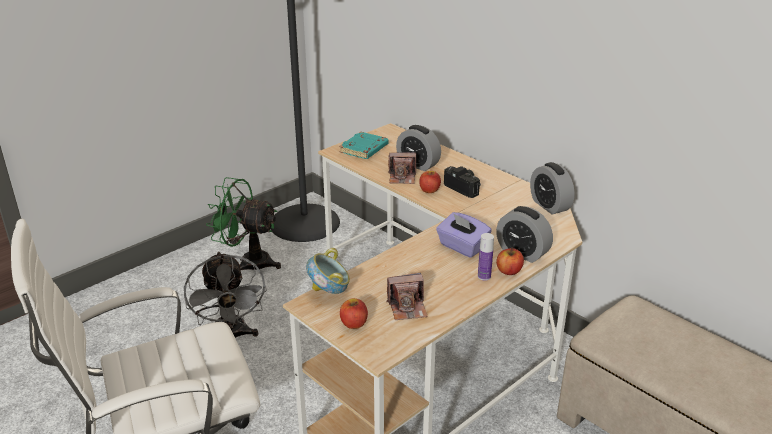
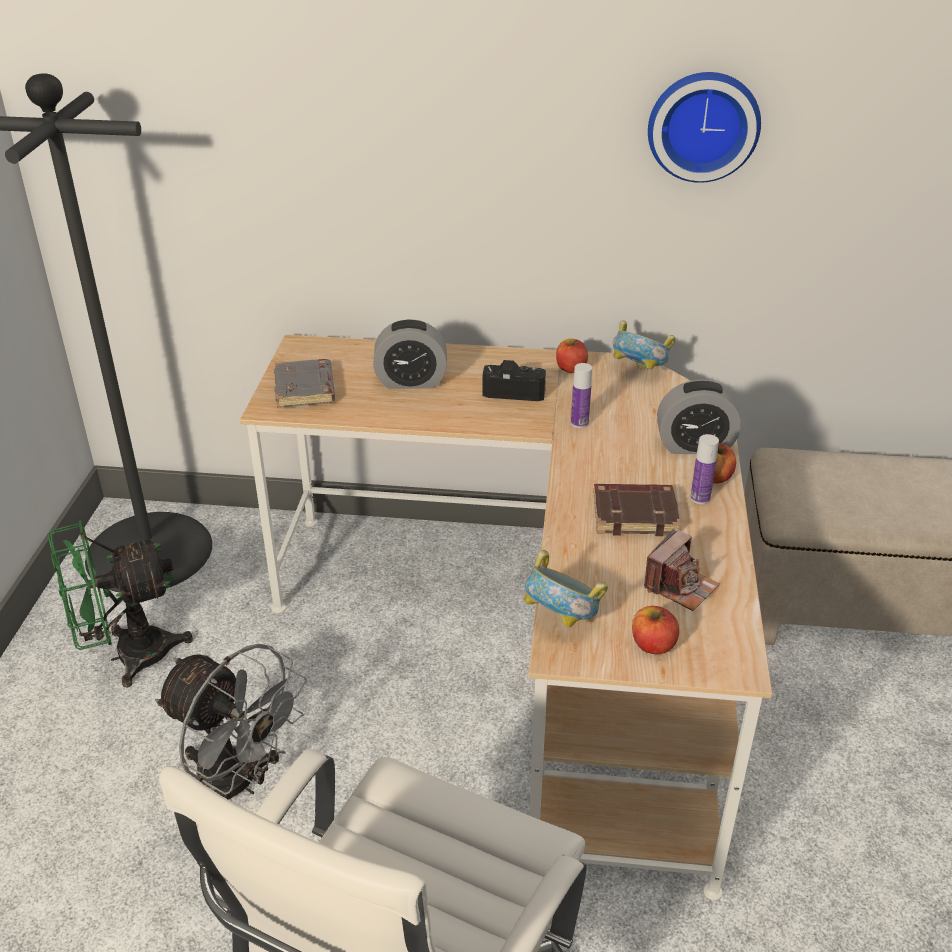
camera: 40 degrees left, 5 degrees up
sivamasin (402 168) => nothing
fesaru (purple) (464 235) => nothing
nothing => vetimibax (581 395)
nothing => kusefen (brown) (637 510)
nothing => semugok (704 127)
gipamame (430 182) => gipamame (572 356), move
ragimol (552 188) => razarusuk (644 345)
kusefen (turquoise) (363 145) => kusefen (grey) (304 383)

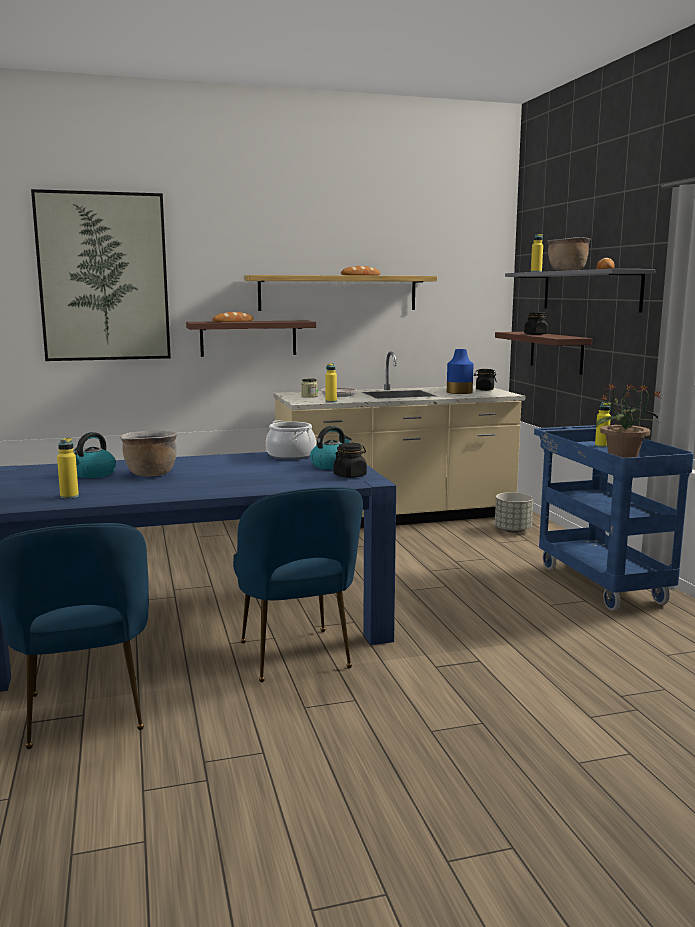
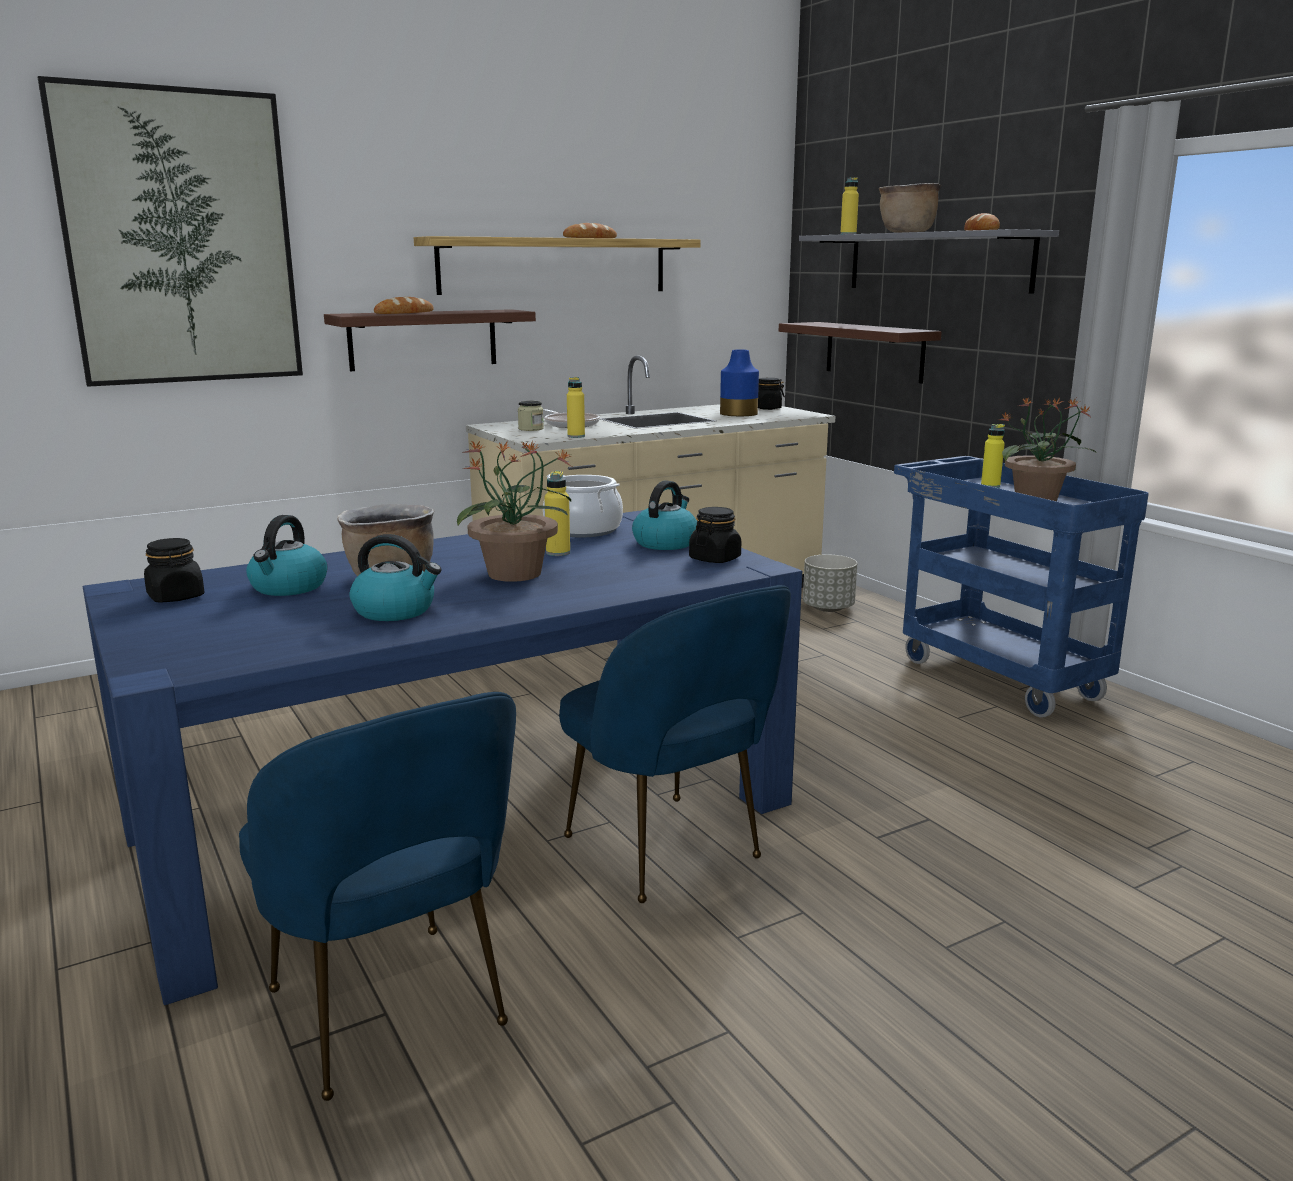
camera: 15 degrees left, 5 degrees up
nothing => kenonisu (395 577)
nothing => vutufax (514 511)
vetimibax (yellow) (68 468) => vetimibax (yellow) (557 513), move
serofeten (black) (536 323) => serofeten (black) (174 570), move

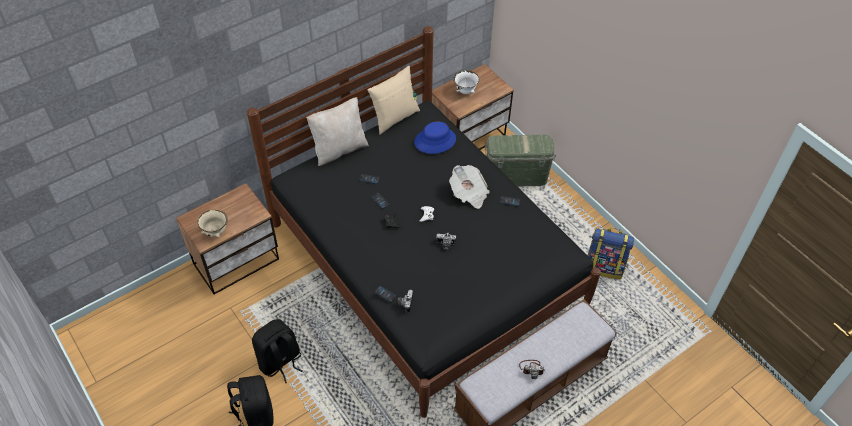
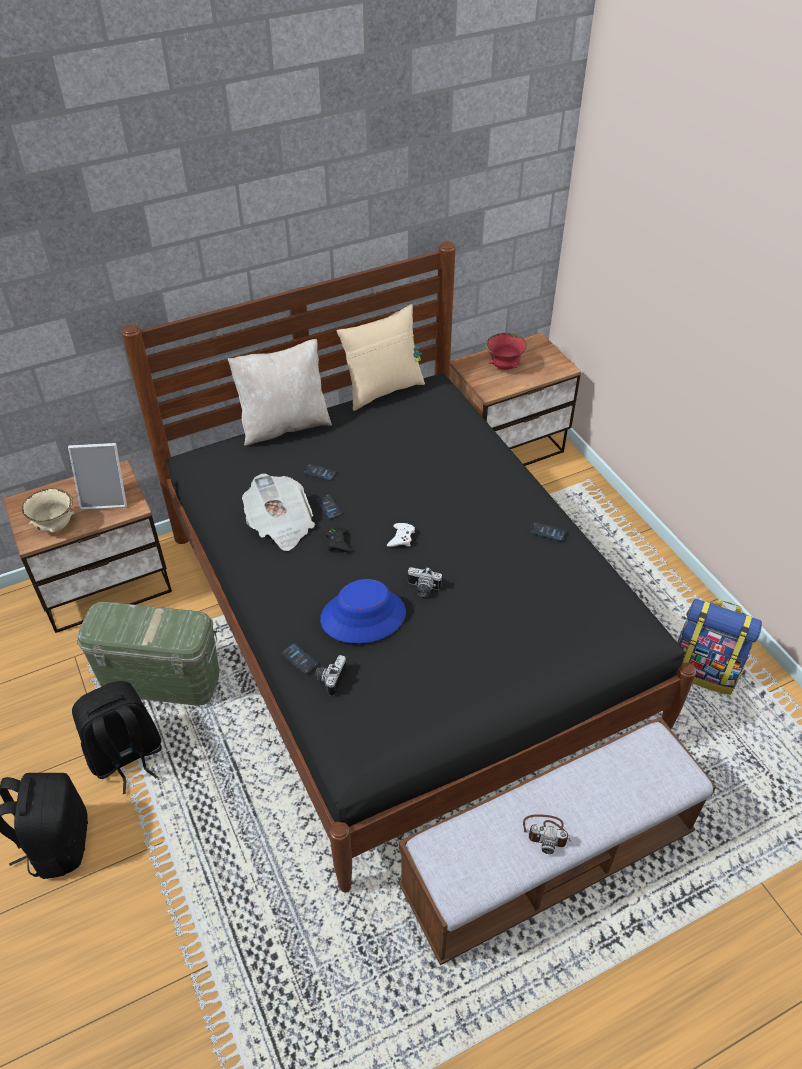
camera: 10 degrees right, 5 degrees down
nothing => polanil (97 476)
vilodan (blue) (435 138) => vilodan (blue) (363 611), move
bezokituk (469 187) => bezokituk (278 512), move
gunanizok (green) (520 160) => gunanizok (green) (148 653), move
razarusuk (white) (466 82) => razarusuk (red) (506 351)

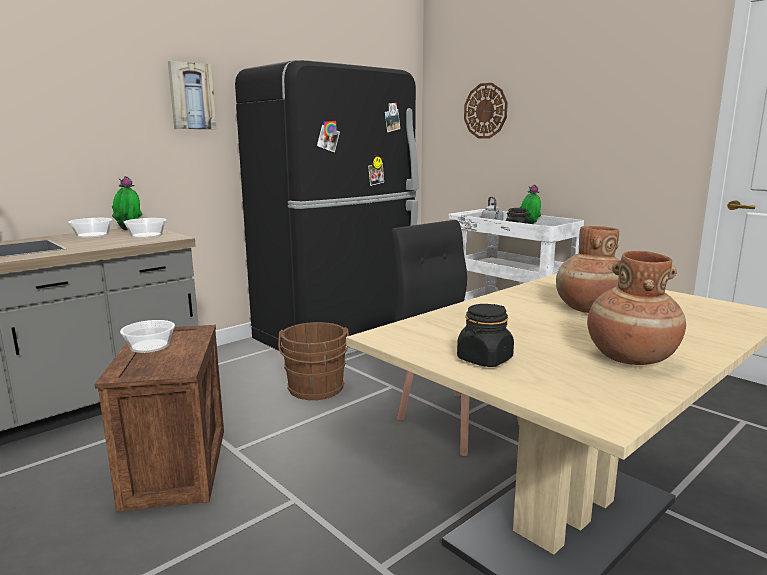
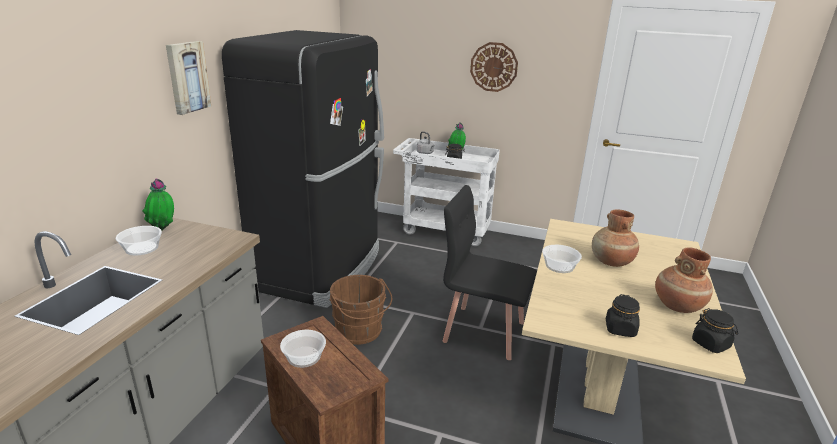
camera: 30 degrees left, 10 degrees up
nothing => serofeten (black) (715 330)
razarusuk (145 228) => razarusuk (562 259), move
semugok (486 110) => semugok (494 67), move

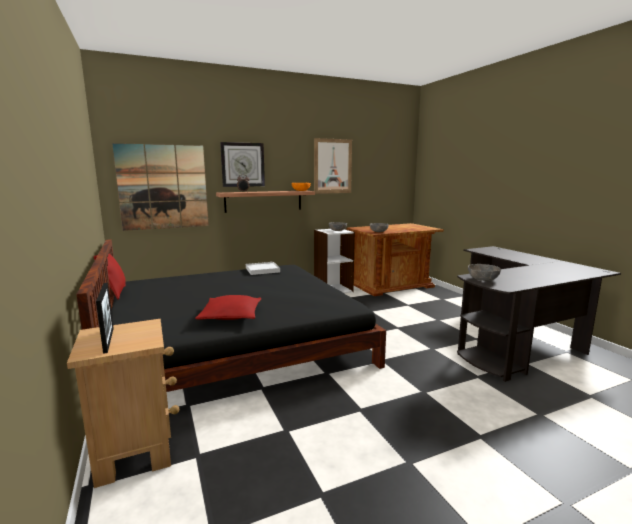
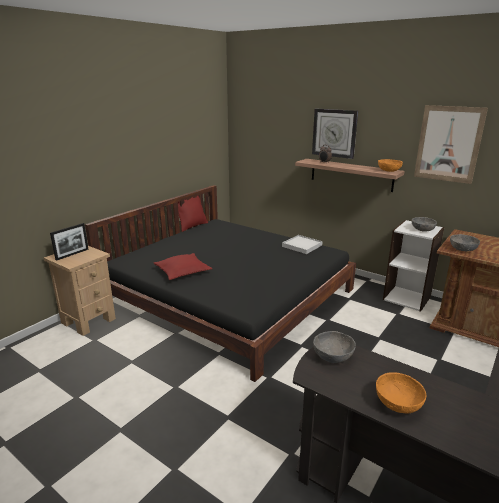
camera: 60 degrees right, 10 degrees up
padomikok (160 187) => nothing
nothing => razarusuk (orange) (401 392)

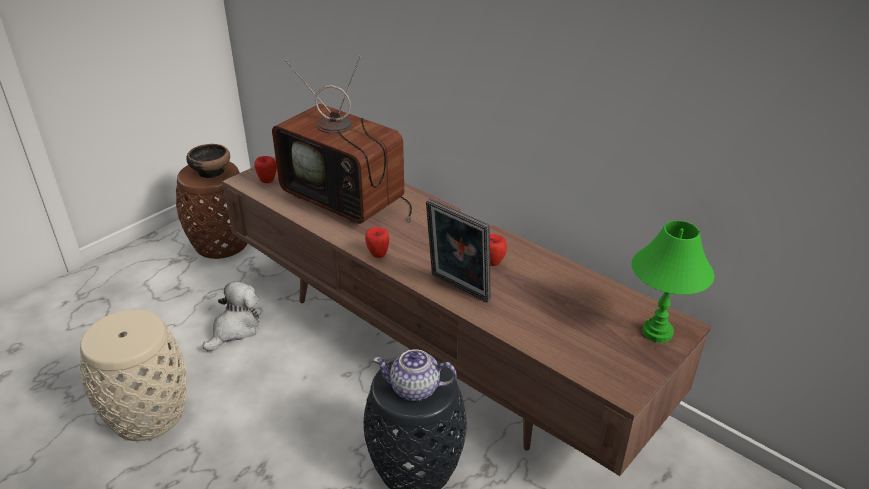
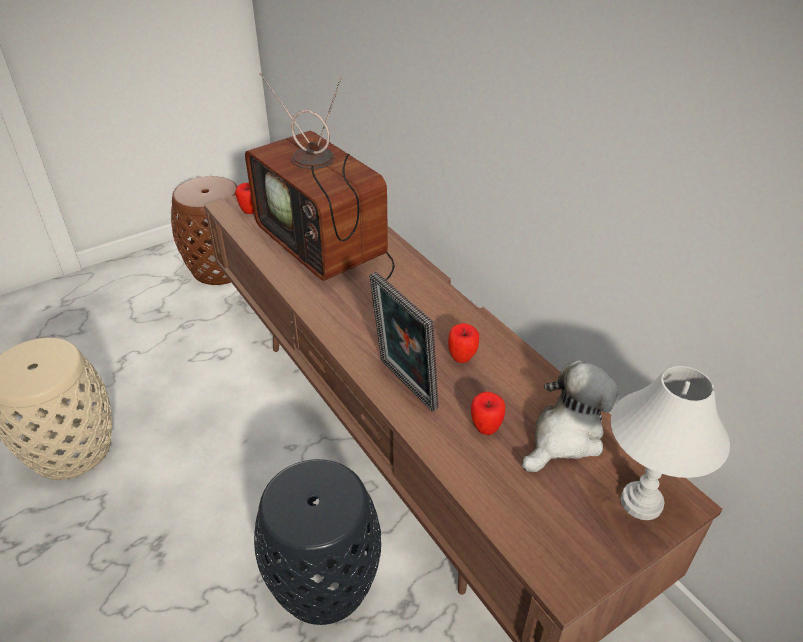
camera: 15 degrees right, 5 degrees up
razarusuk (208 161) => nothing
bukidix (415 375) => nothing
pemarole (231 316) => pemarole (570 416), move
gipamame (377 242) => gipamame (488 413), move
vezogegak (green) (673 282) => vezogegak (white) (670 443)

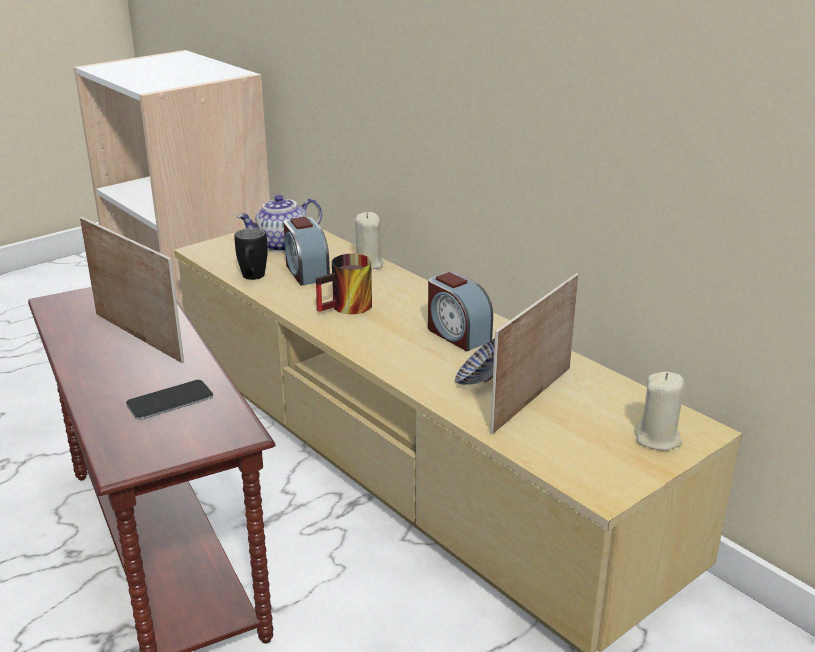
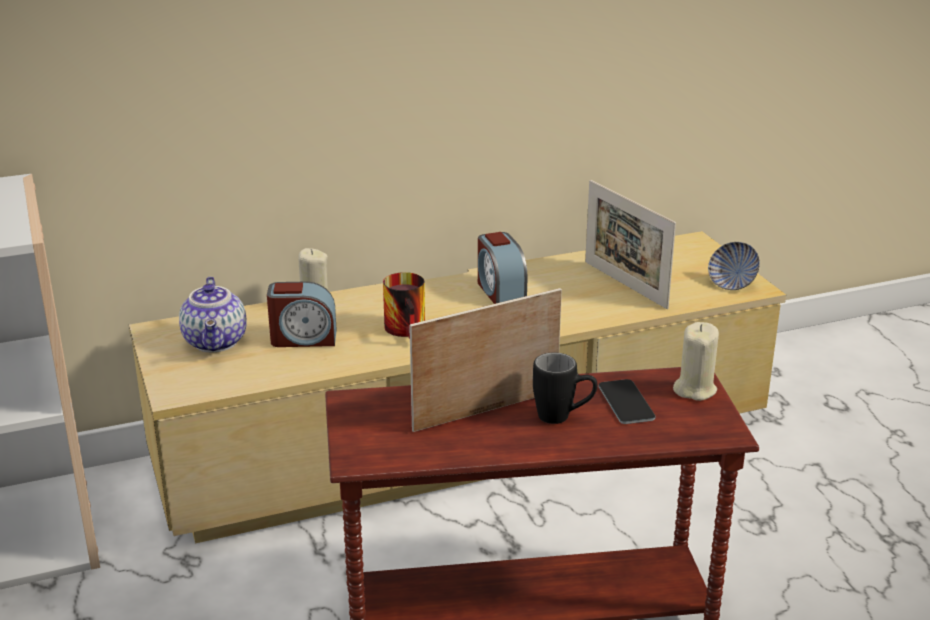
camera: 70 degrees left, 0 degrees up
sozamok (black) (251 254) => sozamok (black) (565 388), move
razarusuk (475 361) => razarusuk (734 266), move
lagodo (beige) (659 411) => lagodo (beige) (696 361), move
ragimol (460 311) => ragimol (502 268), 90 degrees clockwise

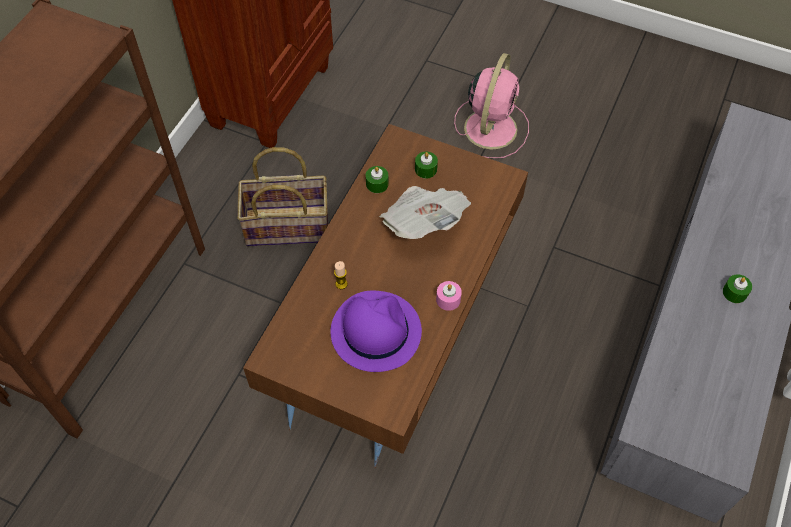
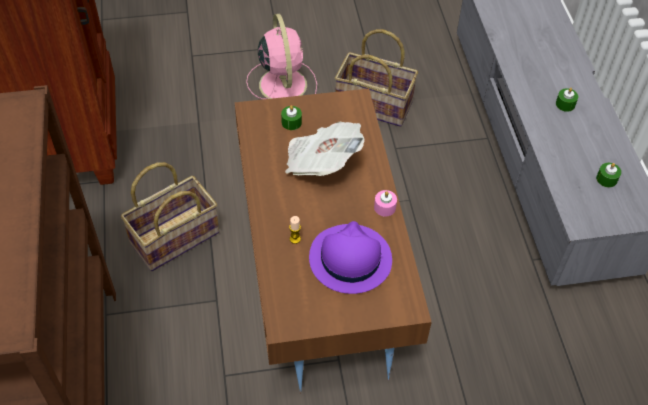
camera: 35 degrees left, 5 degrees down
nothing => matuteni (376 78)
lagodo (green) (377 179) => lagodo (green) (608 175), move

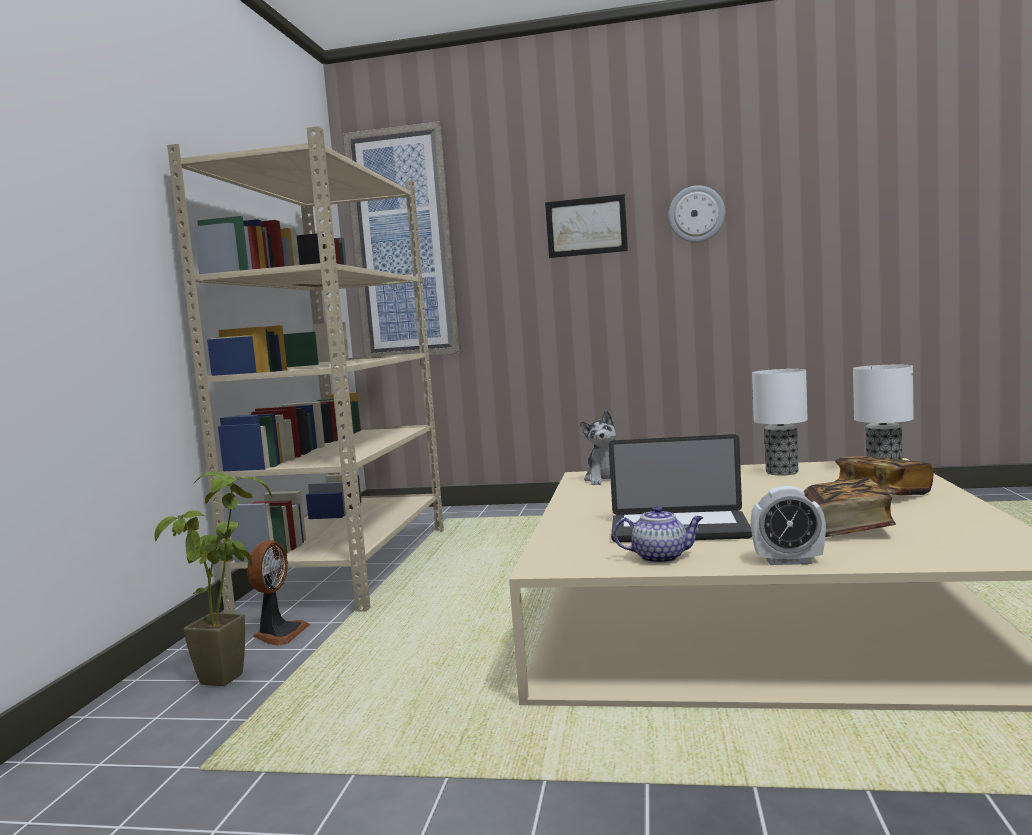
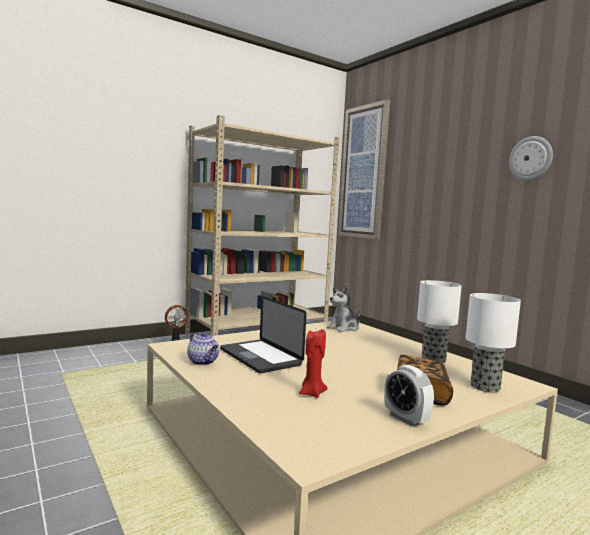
camera: 45 degrees right, 0 degrees up
vutufax (213 579) => nothing
padomikok (586 226) => nothing
ragimol (788 525) => ragimol (409 396), move
kusefen (850 507) => lagodo (red) (313 363)

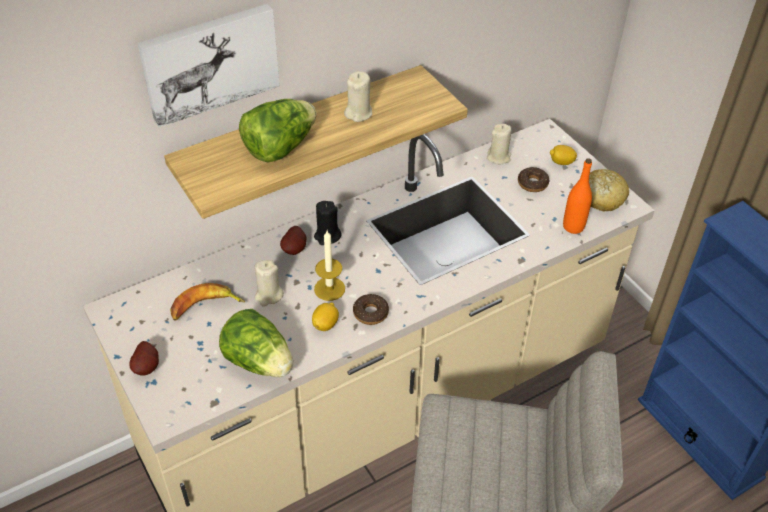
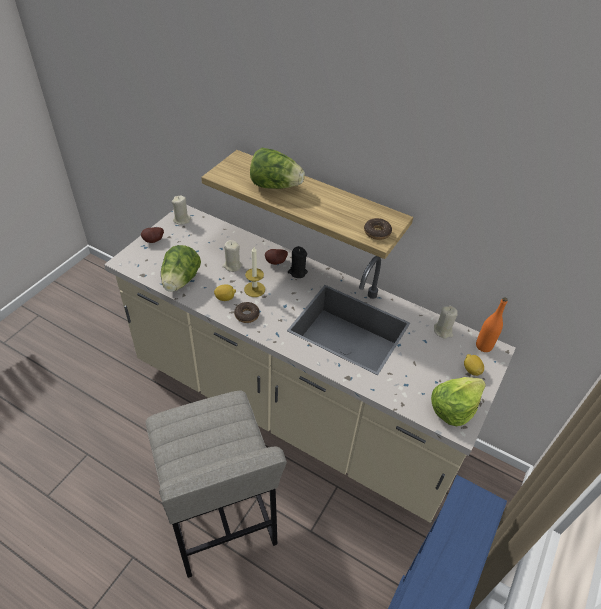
camera: 60 degrees right, 0 degrees up
padomikok (209 65) => nothing
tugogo (207 302) => nothing
lagodo (beige) (358 96) => lagodo (beige) (181 210), move
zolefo (533 179) => zolefo (378 229), move
vetimibax (orange) (577 196) => vetimibax (orange) (492 325), move
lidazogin (609 190) => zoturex (458 401)

